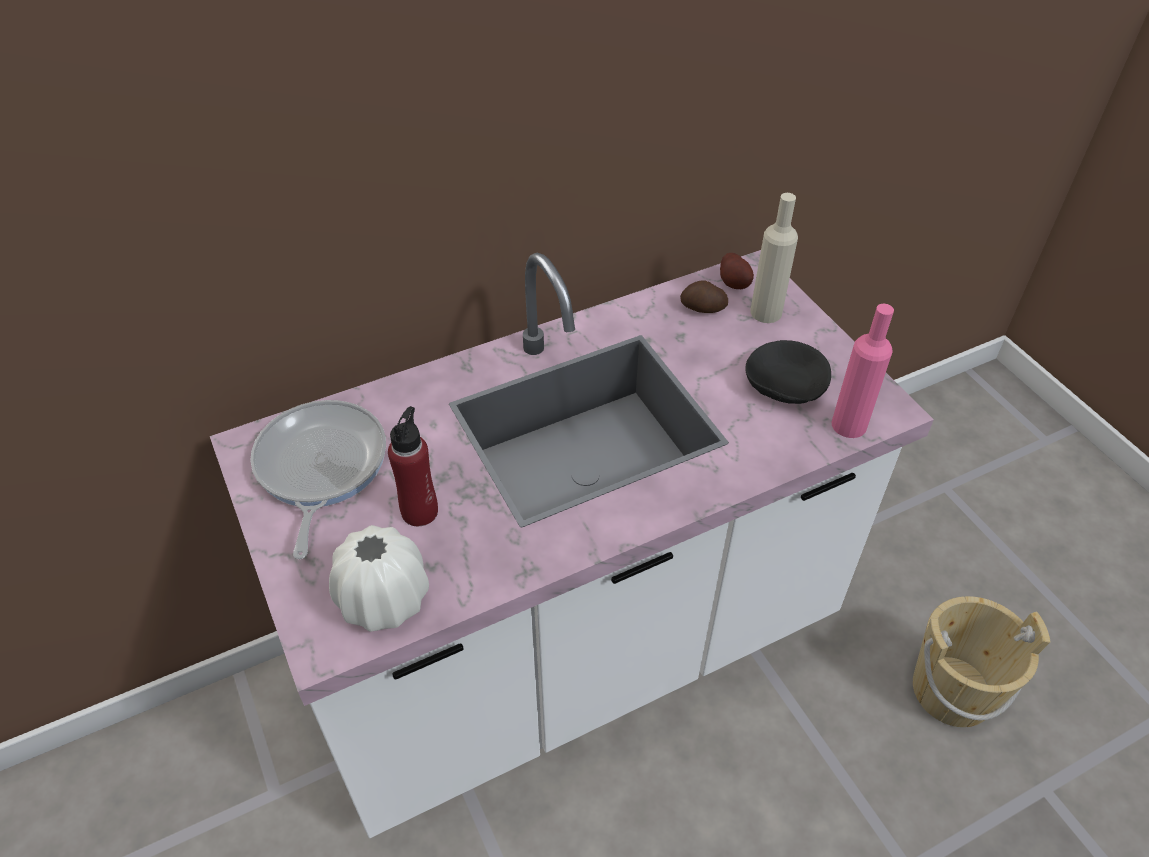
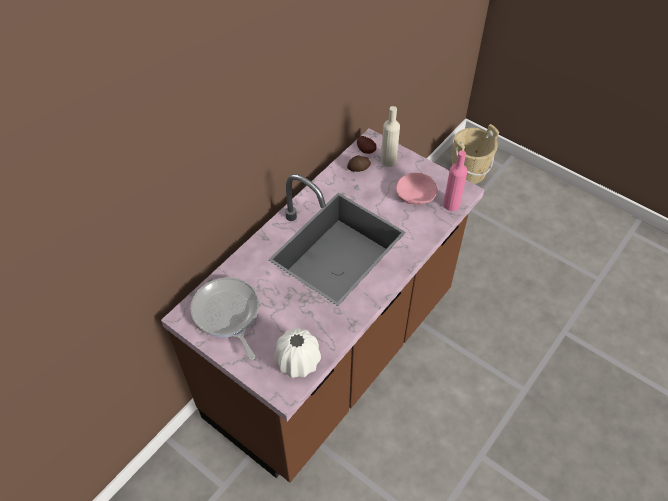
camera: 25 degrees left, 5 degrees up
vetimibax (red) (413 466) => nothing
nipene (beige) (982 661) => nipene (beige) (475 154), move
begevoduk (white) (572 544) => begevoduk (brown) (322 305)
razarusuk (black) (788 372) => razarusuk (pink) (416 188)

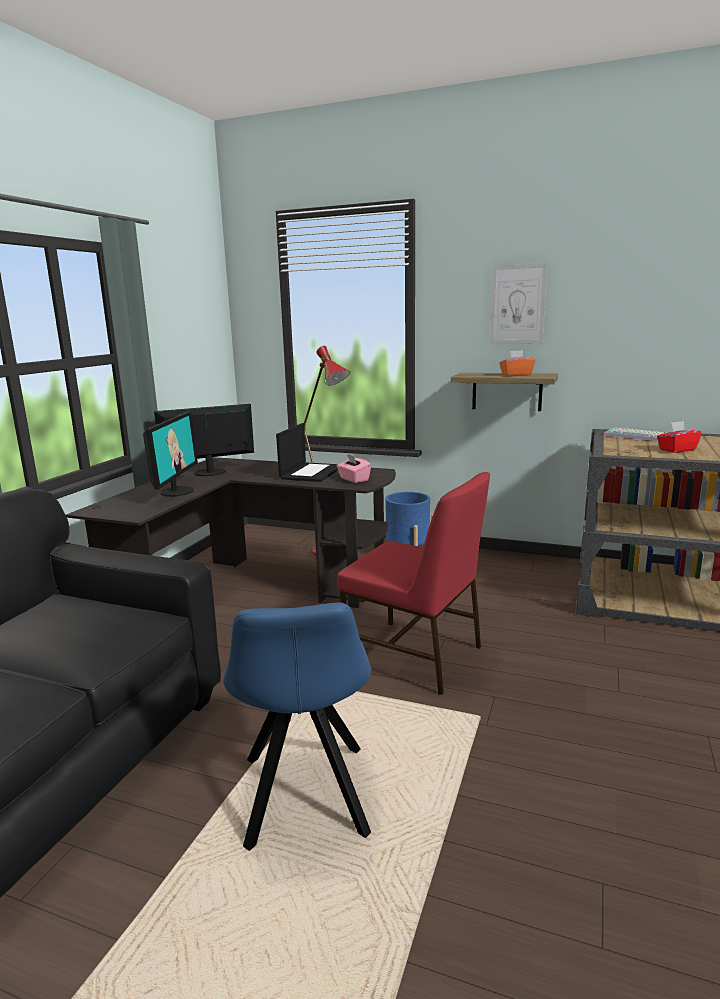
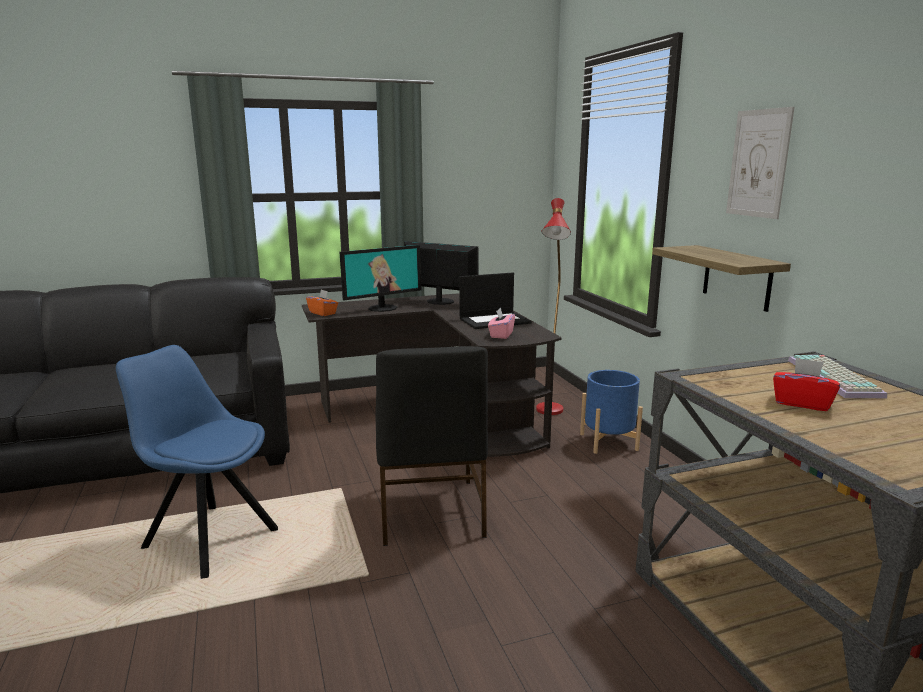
camera: 50 degrees right, 0 degrees up
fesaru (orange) (517 363) => fesaru (orange) (322 303), move
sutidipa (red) (413 583) => sutidipa (black) (432 446)
sutidipa (blue) (297 726) => sutidipa (blue) (197 462), 75 degrees clockwise

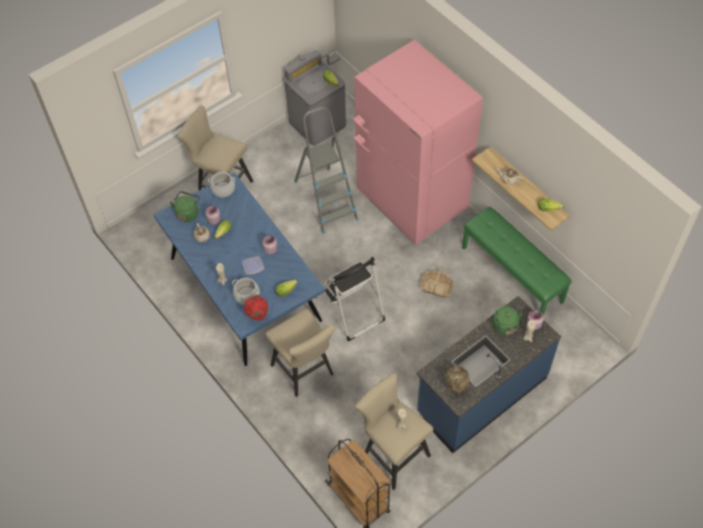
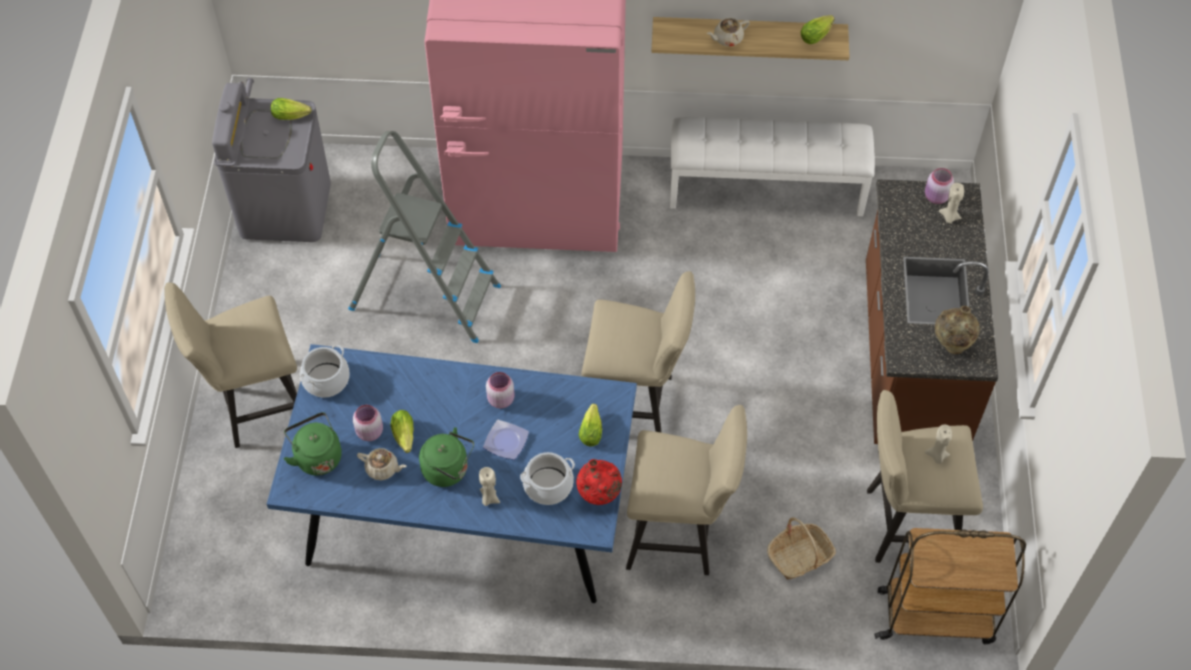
camera: 50 degrees left, 0 degrees up
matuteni (437 282) => matuteni (801 548), move
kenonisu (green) (508 320) => kenonisu (green) (446 457), move
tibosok (350 299) => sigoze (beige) (638 352)
begevoduk (blue) (488 374) => begevoduk (brown) (932 312)
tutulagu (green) (517 261) => tutulagu (white) (772 166)

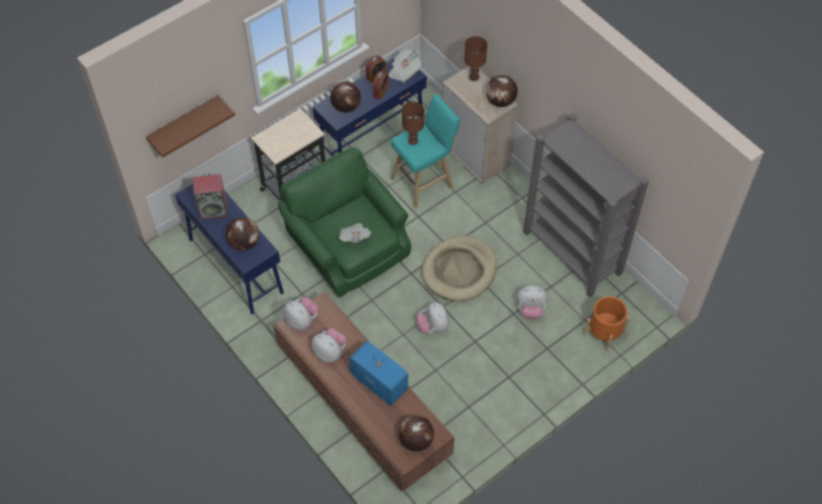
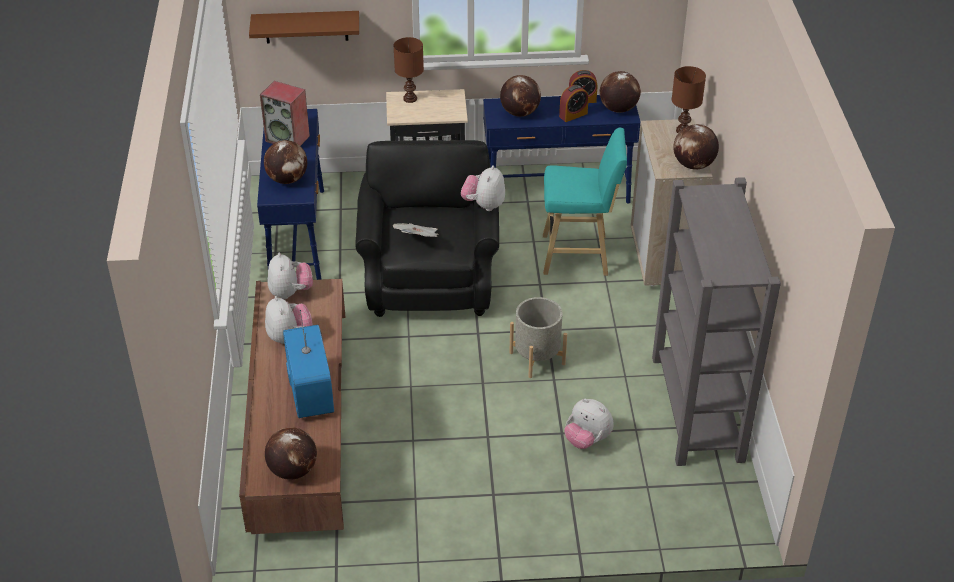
camera: 35 degrees right, 15 degrees down
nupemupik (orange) (607 324) => nothing
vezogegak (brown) (413 123) => vezogegak (brown) (408 70), move
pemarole (432 317) => pemarole (483 188), move
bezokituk (405 65) => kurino (620 92)
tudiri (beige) (459 268) => nupemupik (grey) (538 337)
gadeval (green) (344 222) => gadeval (black) (427 228)

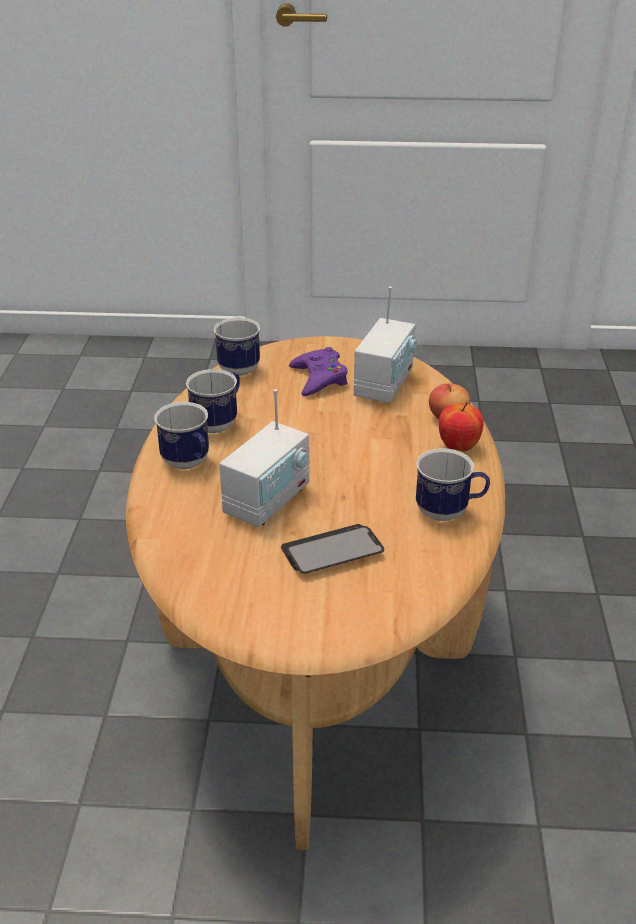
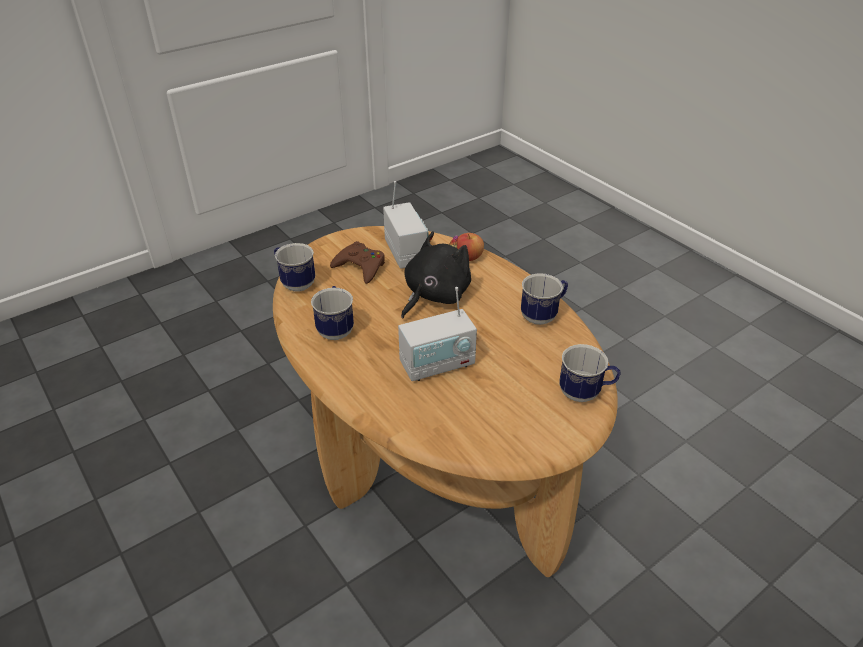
camera: 40 degrees left, 5 degrees up
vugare (332 549) => nothing
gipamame (461 427) => nothing
nothing => pemarole (black) (436 275)
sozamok (181 435) => sozamok (590 373), move
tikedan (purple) (318 371) => tikedan (brown) (357 262)
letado (264 458) => letado (437 334), 75 degrees clockwise

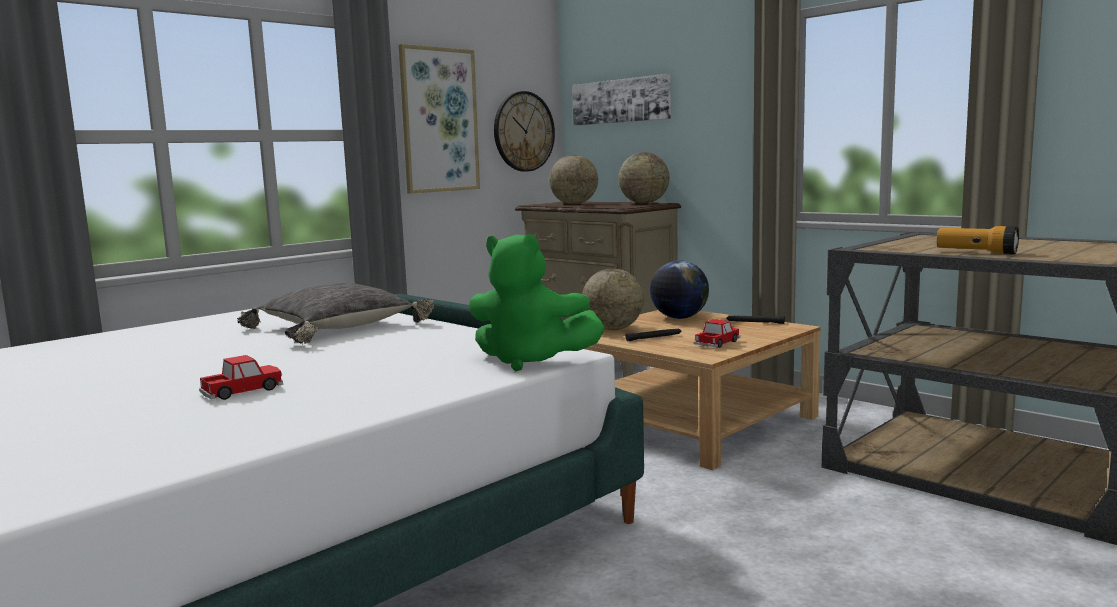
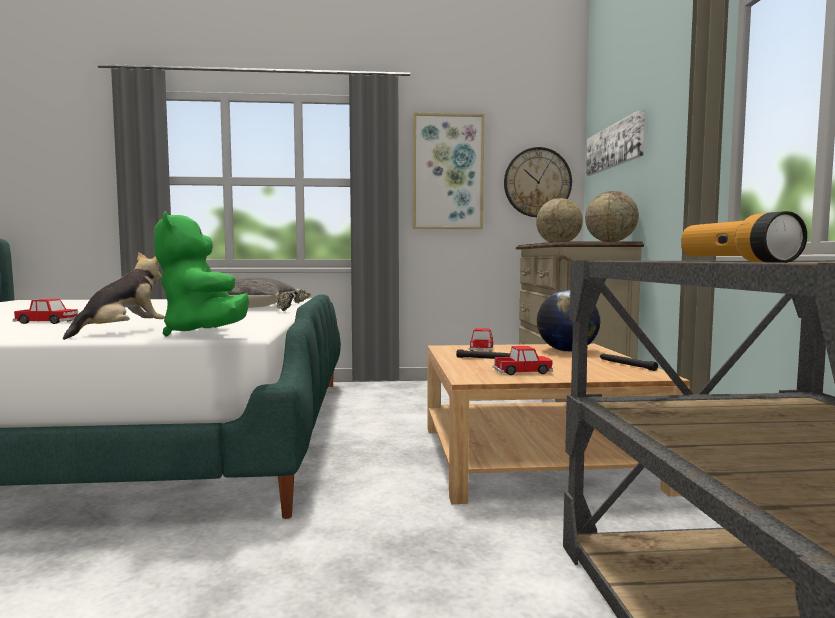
camera: 40 degrees right, 5 degrees down
nothing => pemarole (114 296)
kurino (613 299) => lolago (481 340)

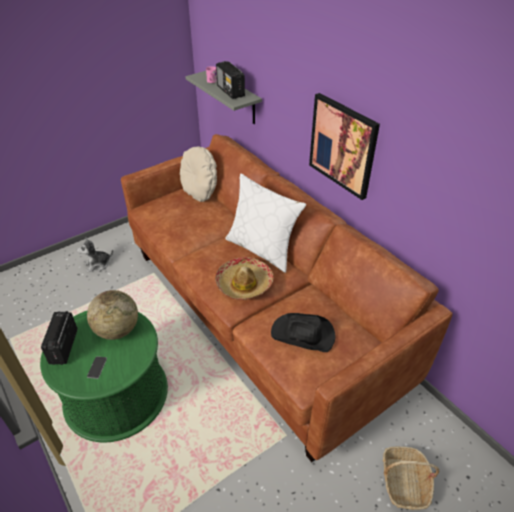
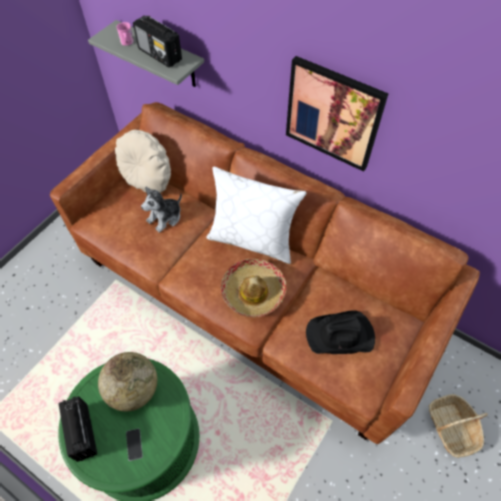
camera: 20 degrees left, 15 degrees up
pemarole (94 255) => pemarole (161 209), move

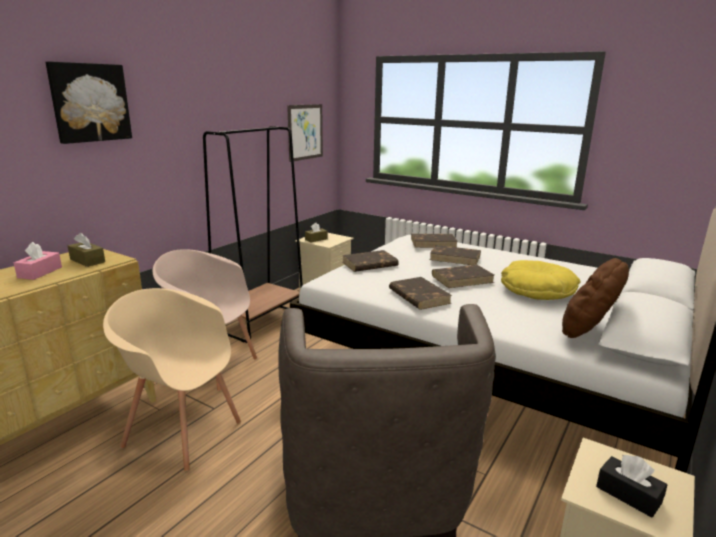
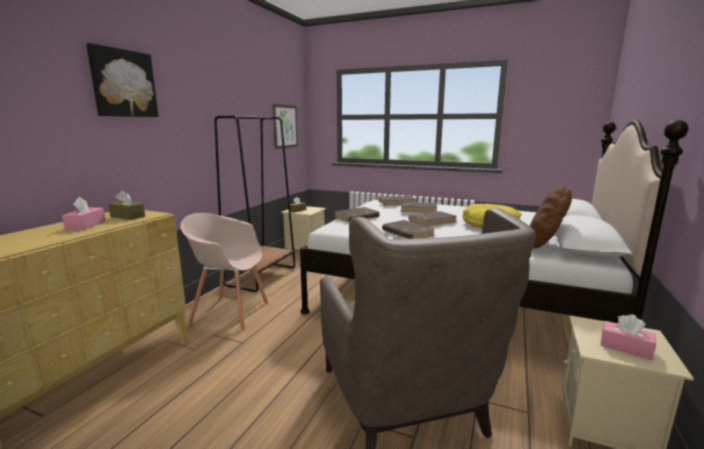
camera: 10 degrees left, 5 degrees down
sutidipa (beige) (172 379) => nothing
fesaru (black) (631 486) => fesaru (pink) (628 337)

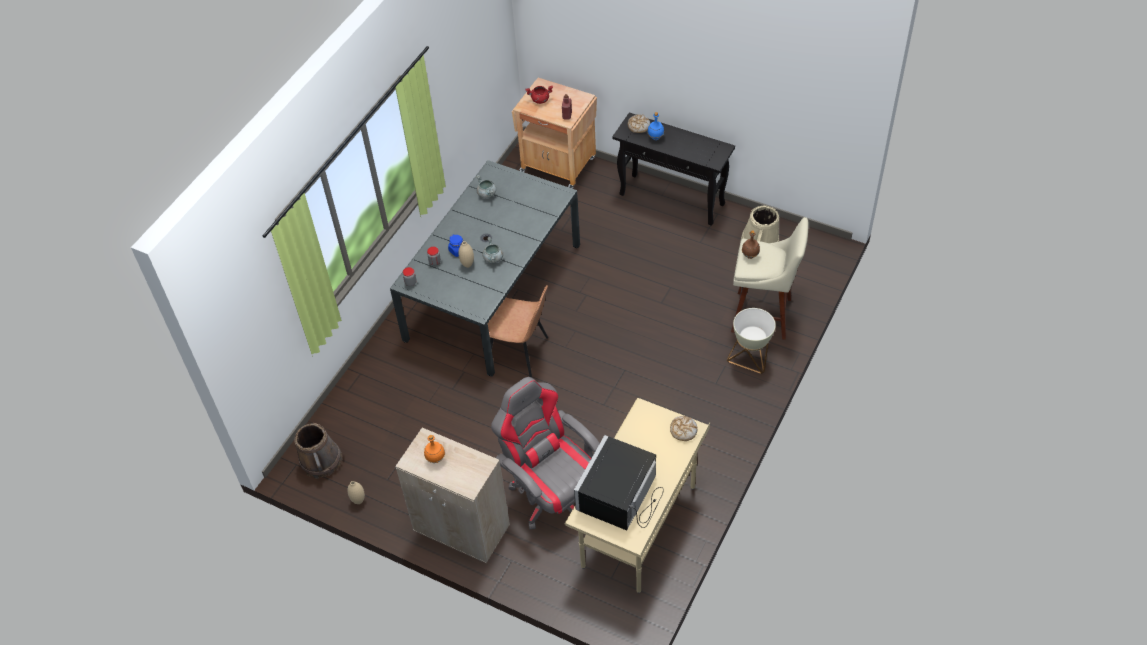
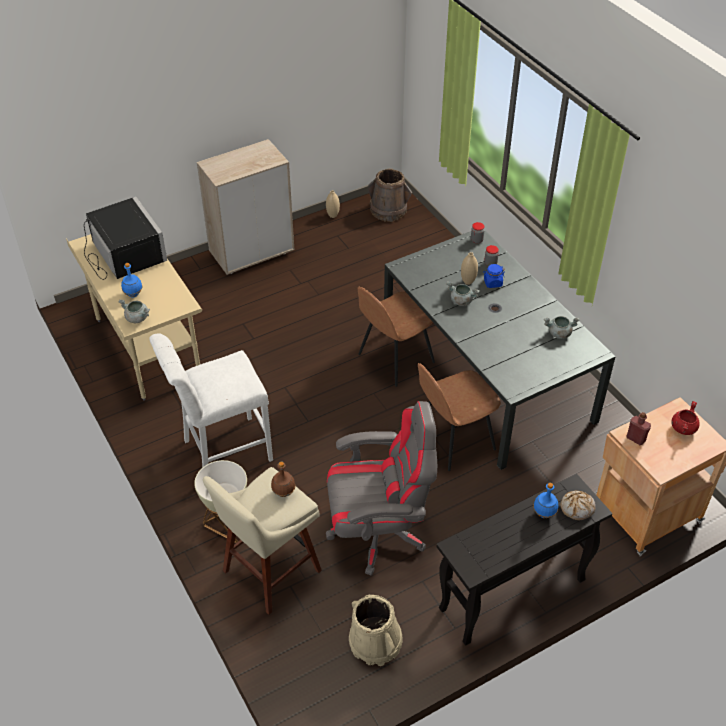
camera: 120 degrees right, 5 degrees down
vetimibax (orange) (434 449) => nothing
nothing => vetimibax (blue) (131 280)
nothing => sigoze (white) (211 400)
nothing => sutidipa (brown) (459 417)
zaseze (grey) (545 453) => zaseze (grey) (381 488), move
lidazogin (684 428) => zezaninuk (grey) (134 311)

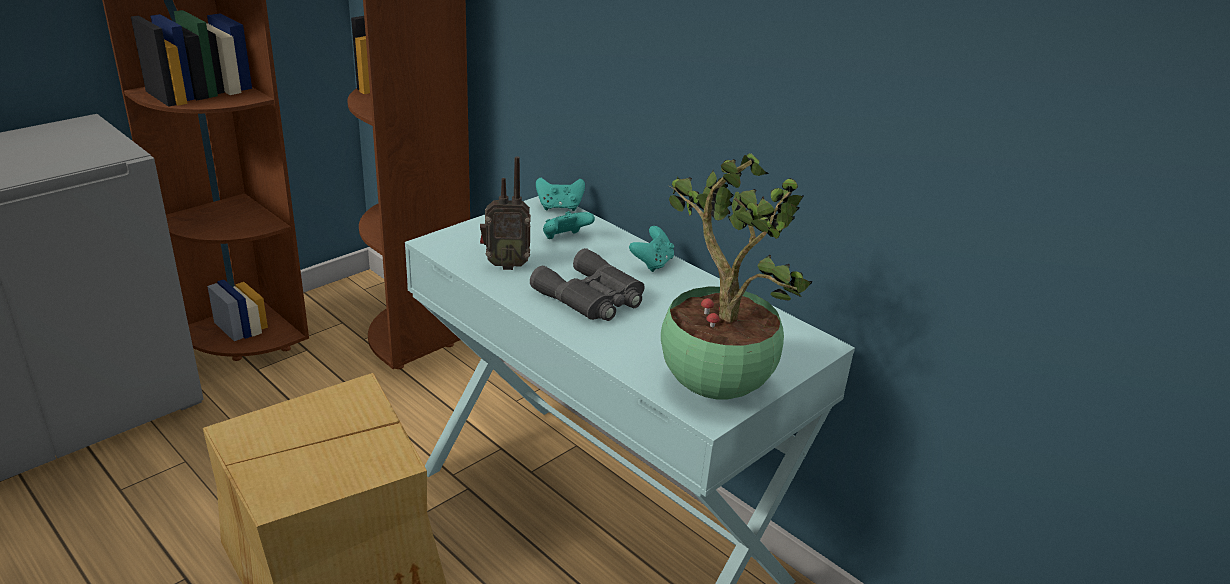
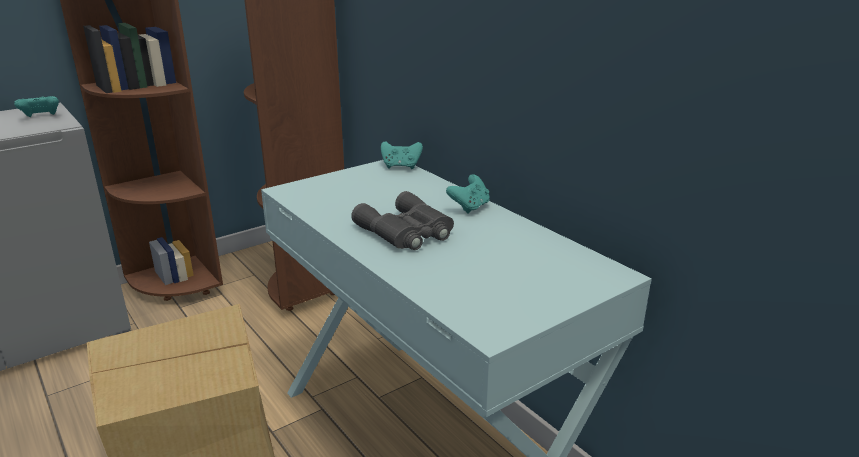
camera: 10 degrees right, 5 degrees down
letado (505 213) => nothing
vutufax (736 276) => nothing
tikedan (turquoise) (569 225) => tikedan (turquoise) (36 106), move

